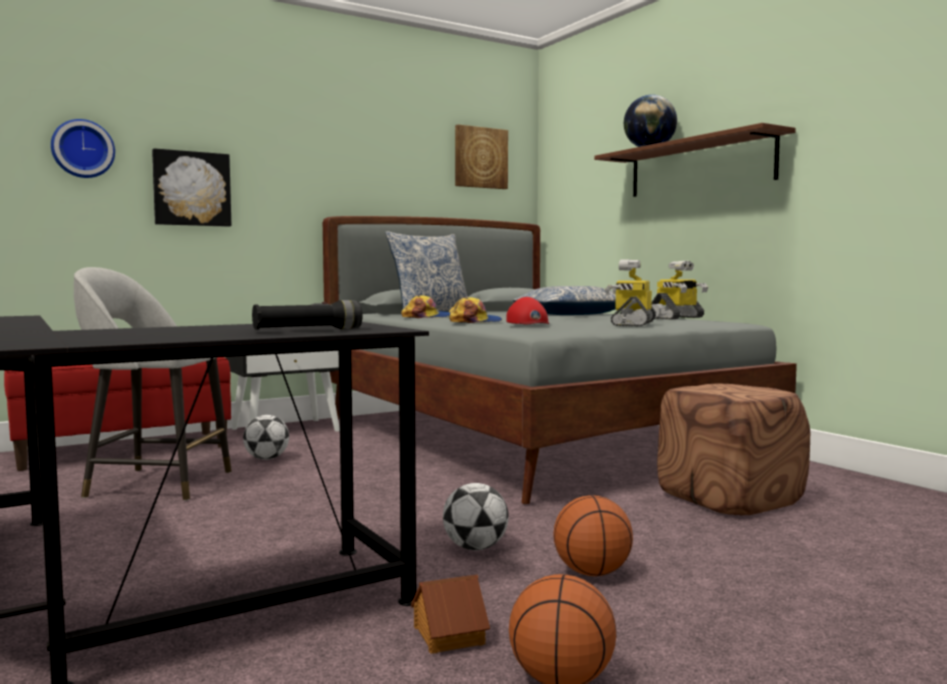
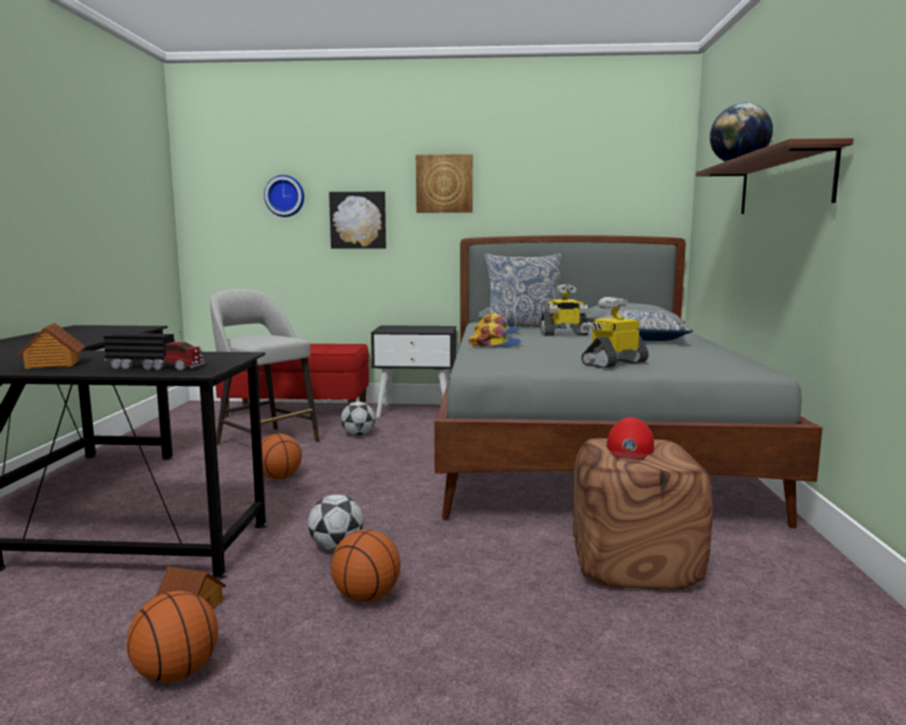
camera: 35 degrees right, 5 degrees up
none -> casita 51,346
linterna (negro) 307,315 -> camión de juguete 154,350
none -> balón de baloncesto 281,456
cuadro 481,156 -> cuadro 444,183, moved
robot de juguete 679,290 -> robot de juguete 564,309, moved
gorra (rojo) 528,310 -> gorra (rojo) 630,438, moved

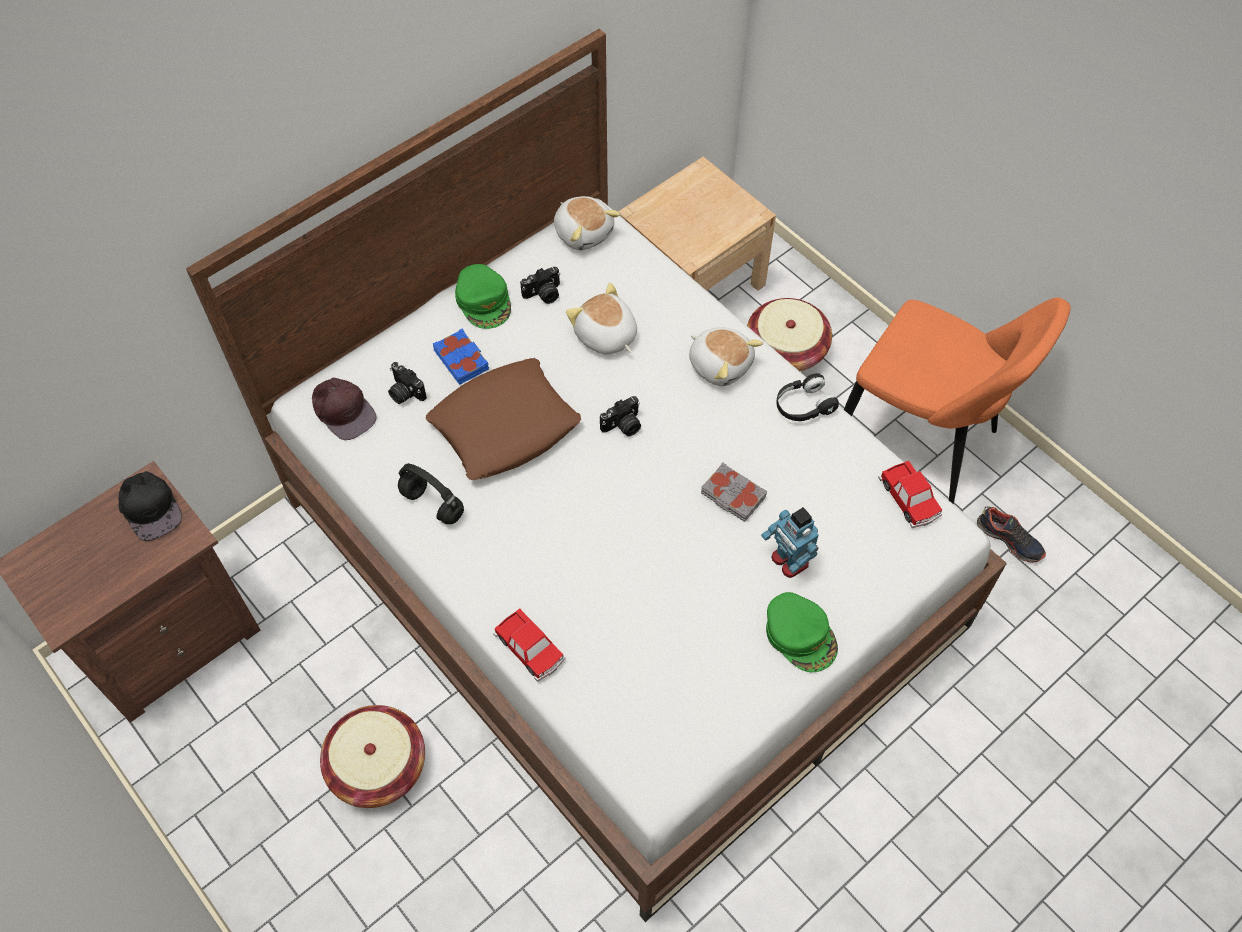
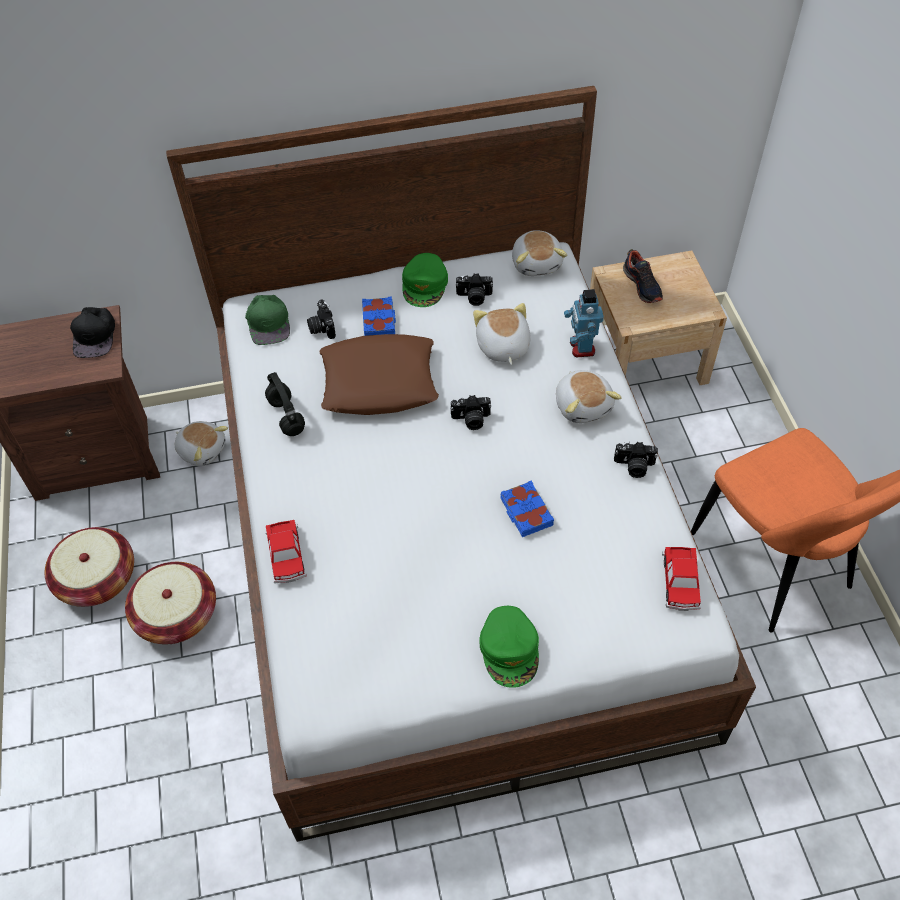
camera: 30 degrees right, 5 degrees down
cesta 789,334 -> cesta 89,567, moved
none -> peluche 201,443
gorra (marrón) 344,409 -> gorra (verde) 267,320
libro (gris) 734,492 -> libro (azul) 527,509
robot de juguete 790,542 -> robot de juguete 584,323, moved
auriculares (negro) 807,397 -> cámara 636,460
zapato 1011,534 -> zapato 643,276, moved

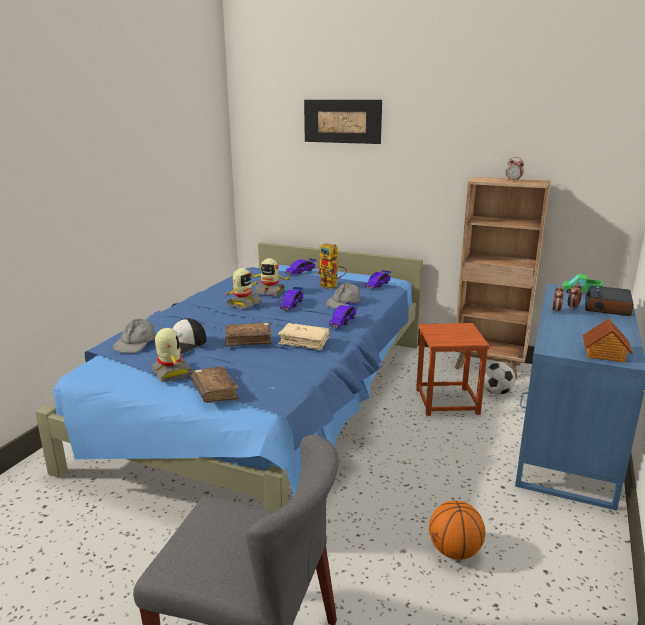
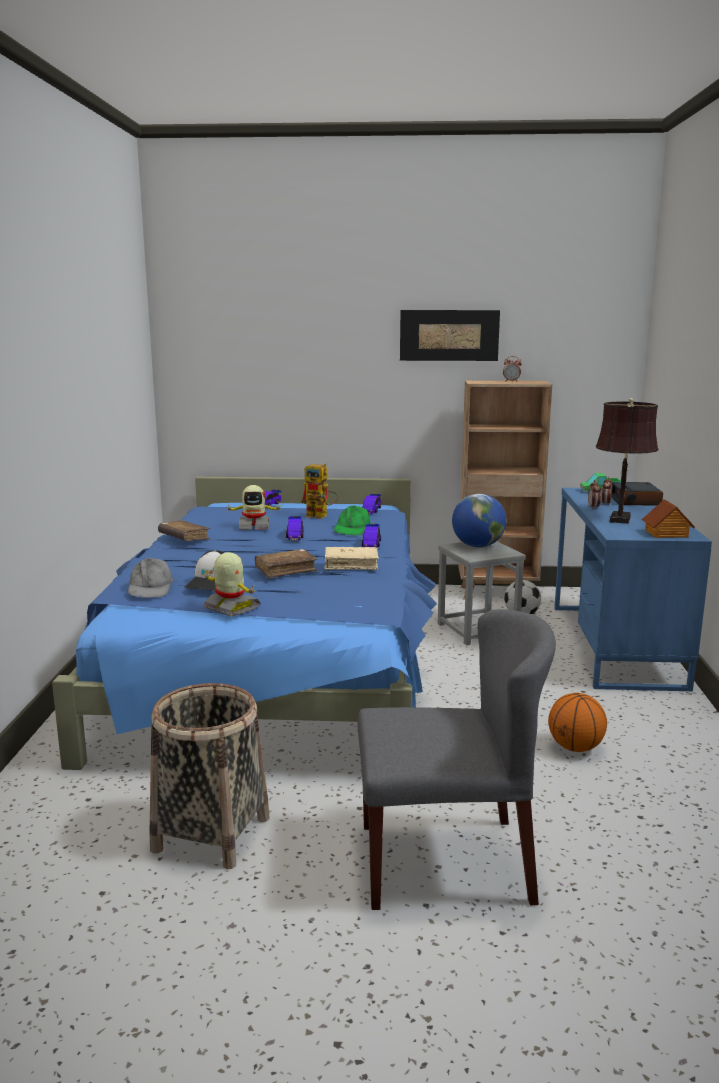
camera: 20 degrees left, 5 degrees down
none -> cesta 209,776
libro (marrón) 214,384 -> libro (marrón) 184,530, moved
gorra (gris) 343,296 -> gorra (verde) 352,520
cuadro 343,122 -> cuadro 450,335, moved
taburete (marrón) 452,369 -> taburete (gris) 482,593
none -> globo terráqueo 479,520
none -> lámpara de mesa (marrón) 627,461
robot de juguete 243,288 -> none

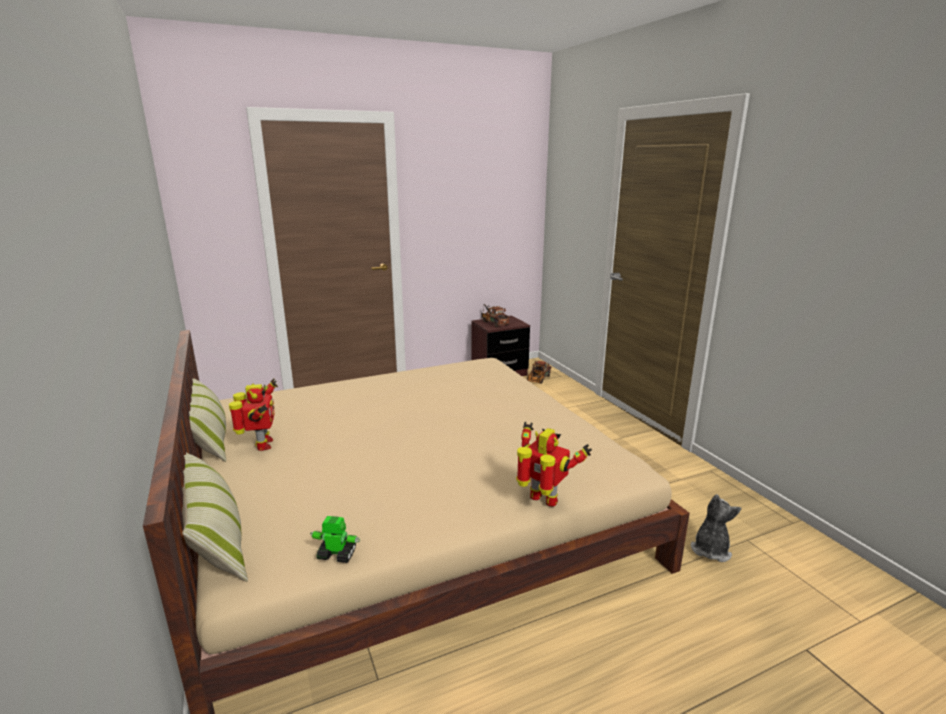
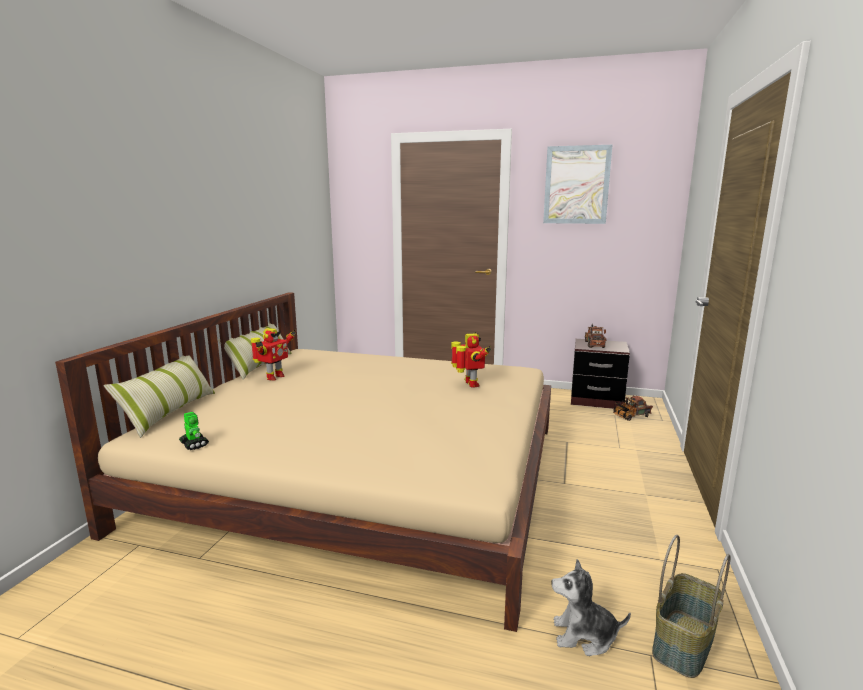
camera: 40 degrees right, 5 degrees down
robot de juguete 554,464 -> robot de juguete 471,360, moved
none -> cuadro 577,184
peluche 716,528 -> peluche 591,607, 150 degrees counterclockwise
none -> cesta 691,606

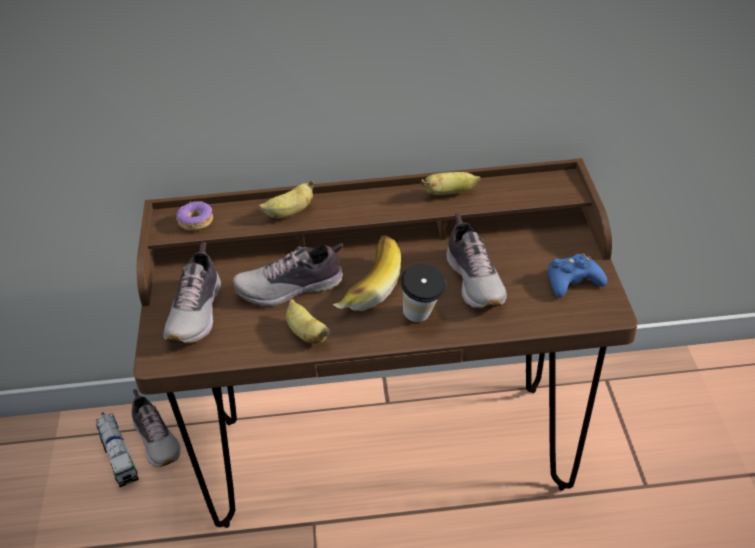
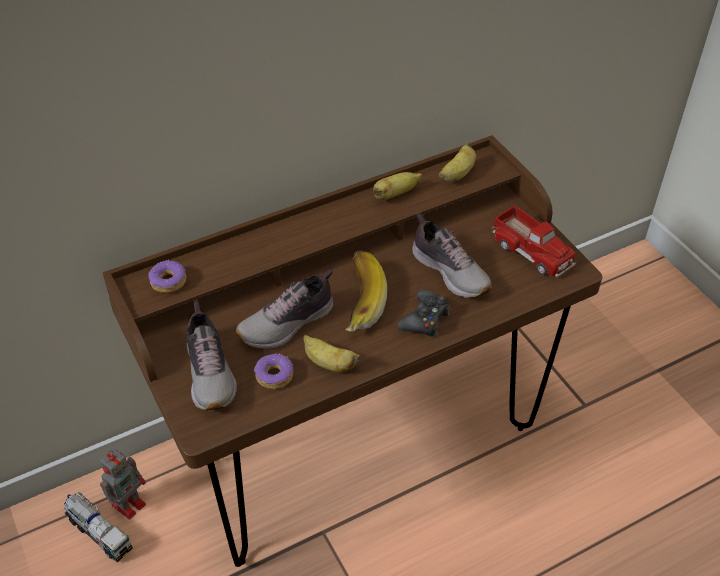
camera: 25 degrees left, 5 degrees up
zapato 156,428 -> robot de juguete 123,484
none -> rosquilla 273,371
taza 423,293 -> mando de consola (negro) 423,313
plátano 286,199 -> plátano 457,161, moved
mando de consola (azul) 577,275 -> camión de juguete 534,242

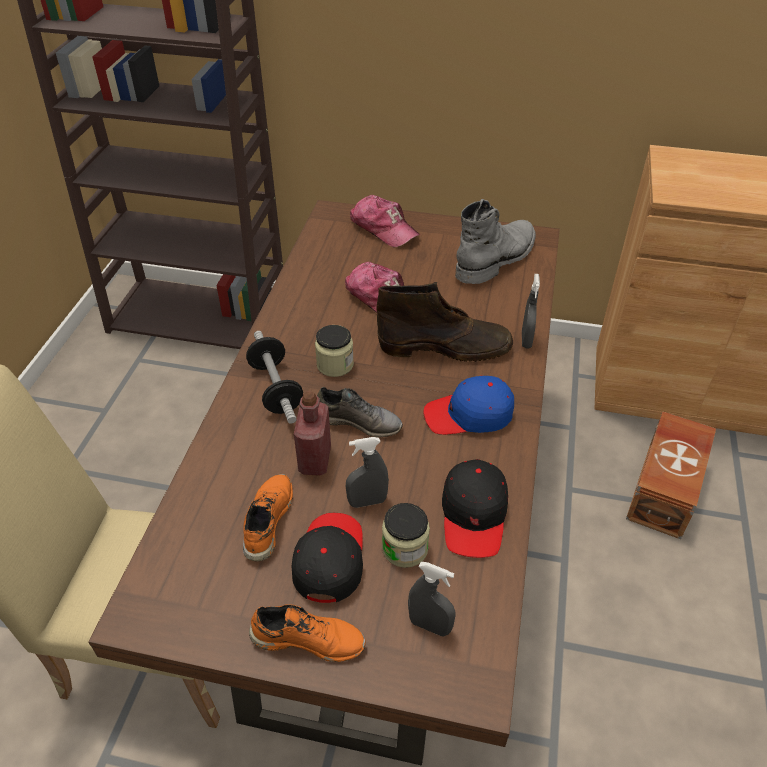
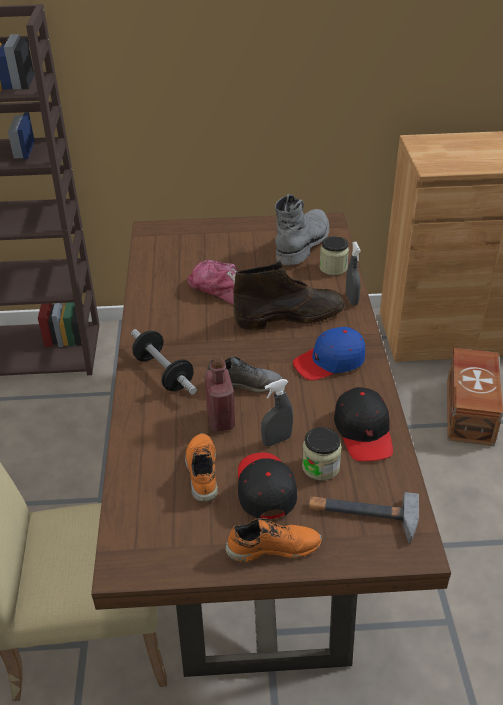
camera: 15 degrees left, 5 degrees down
pulverizador (gris) 431,599 -> martillo 364,517
tarro 334,351 -> tarro 334,255, moved
gorra 385,221 -> none

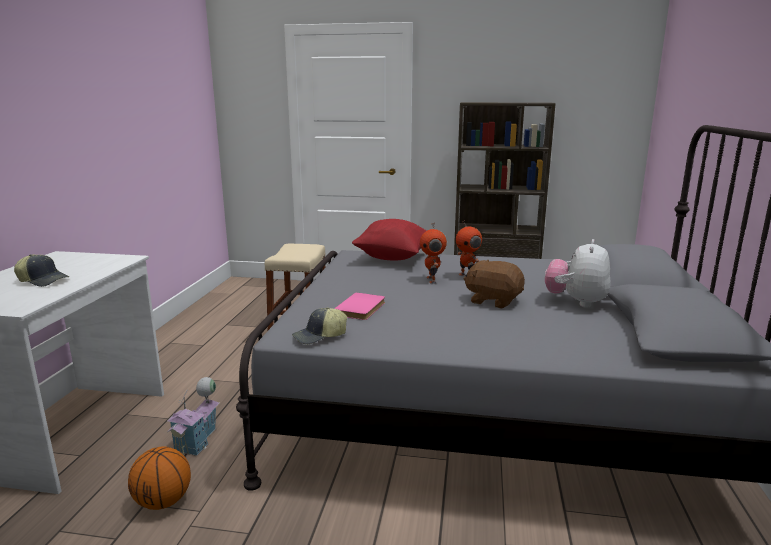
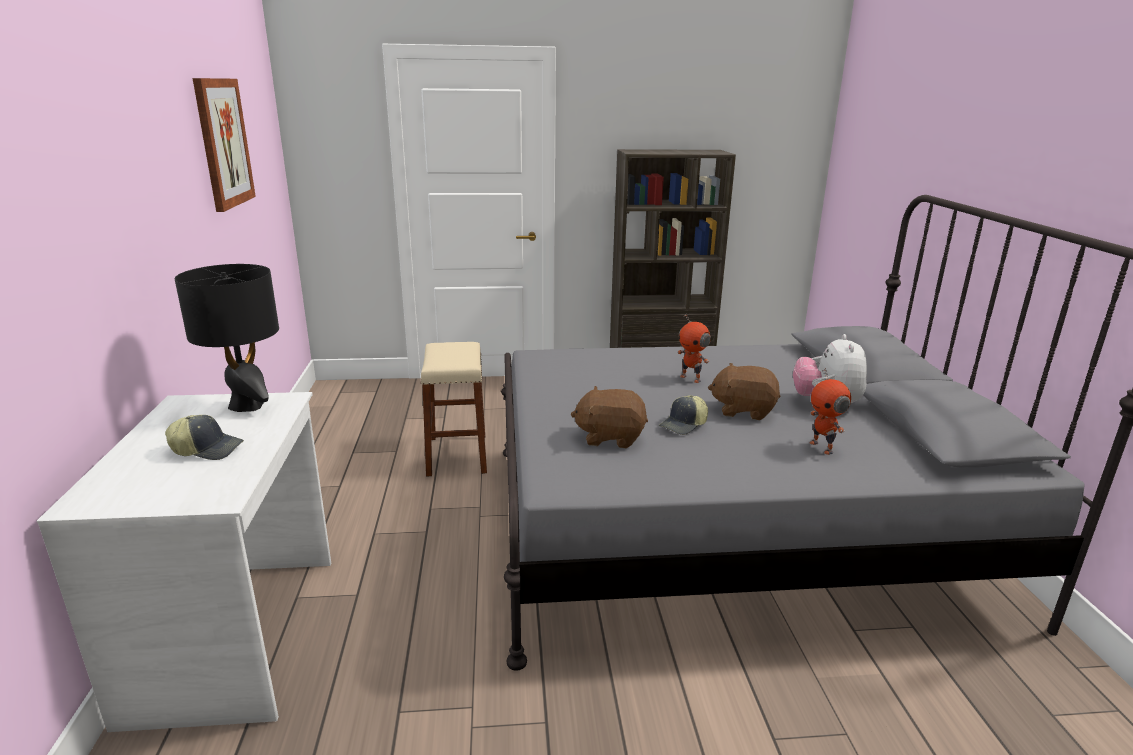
camera: 15 degrees left, 5 degrees up
none -> lámpara de mesa (negro) 227,338
none -> cuadro 224,145
libro (rosa) 359,306 -> peluche (marrón) 609,417
gorra 319,325 -> gorra 683,415, moved
robot de juguete 433,253 -> robot de juguete 830,411, moved
balón de baloncesto 159,478 -> none
casita 193,416 -> none
cojín (rojo) 389,239 -> none

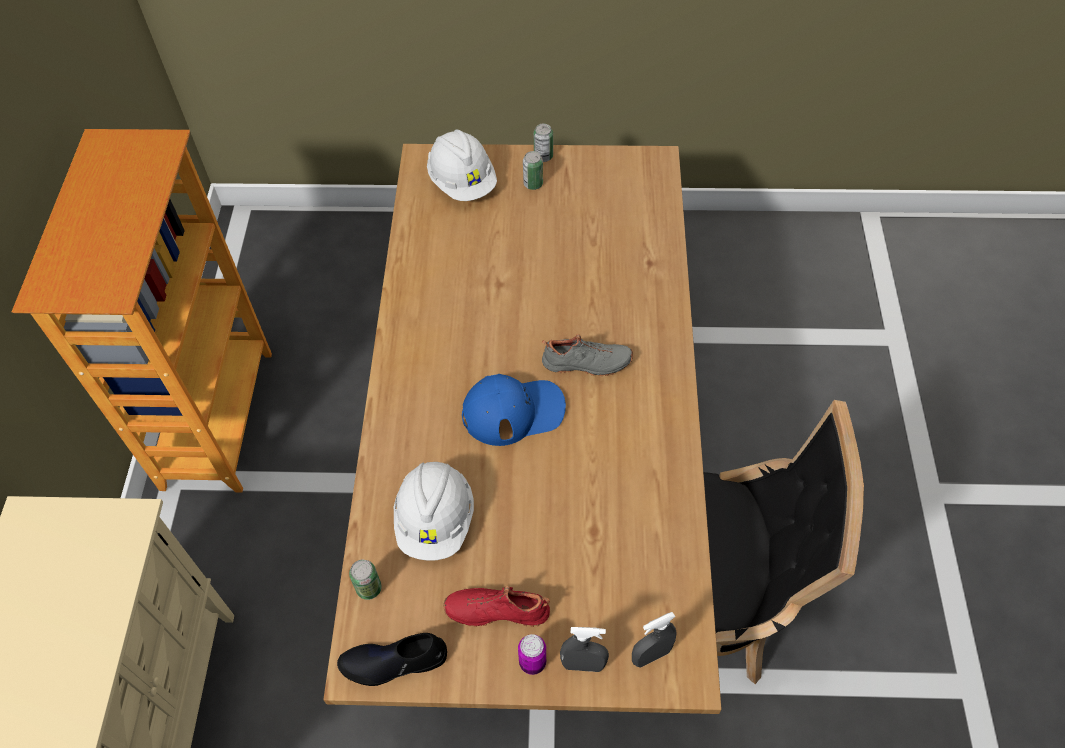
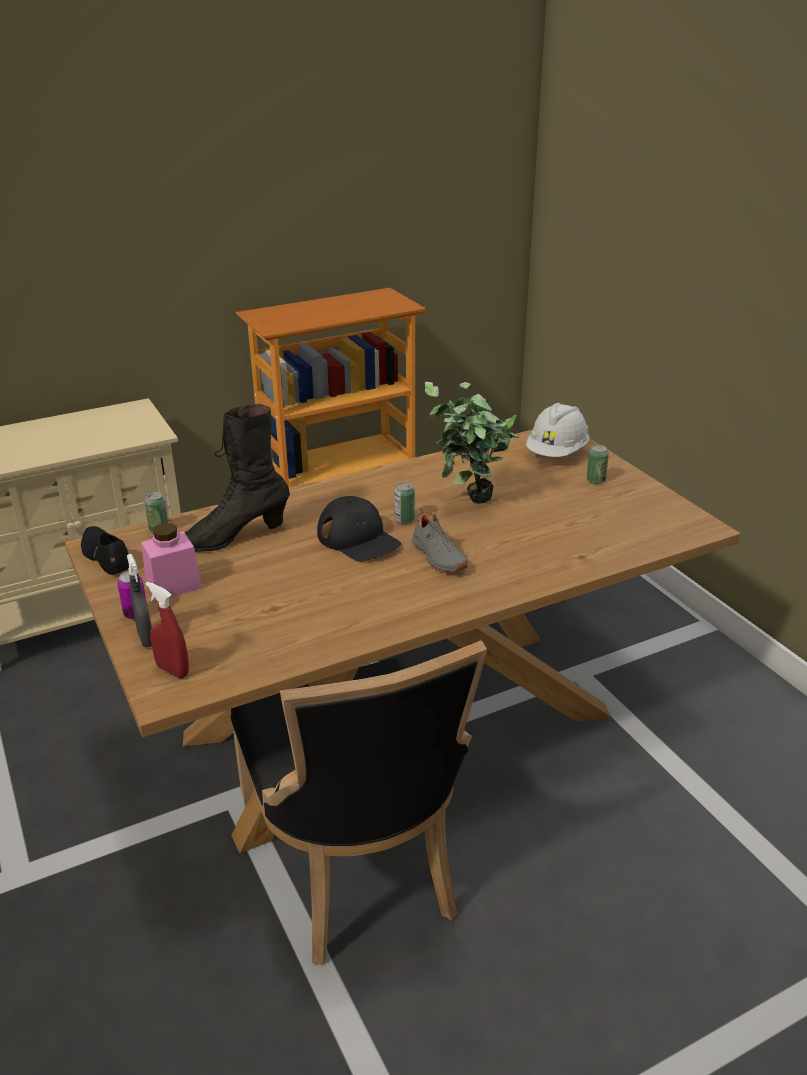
camera: 60 degrees right, 25 degrees down
zapato (rojo) 497,606 -> tarro (rosa) 171,562
pulverizador (gris) 654,640 -> pulverizador (rojo) 167,630
casco (blanco) 434,511 -> bota (negro) 237,478
gorra (azul) 514,410 -> gorra (negro) 359,529
lata 543,143 -> lata 404,503, moved
none -> planta en maceta 473,443

